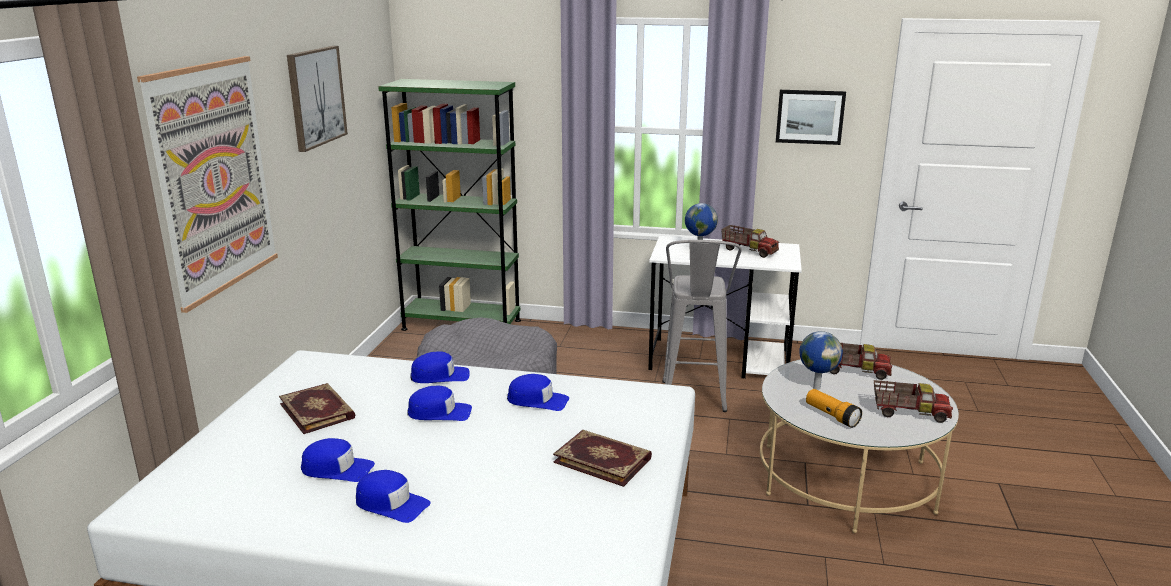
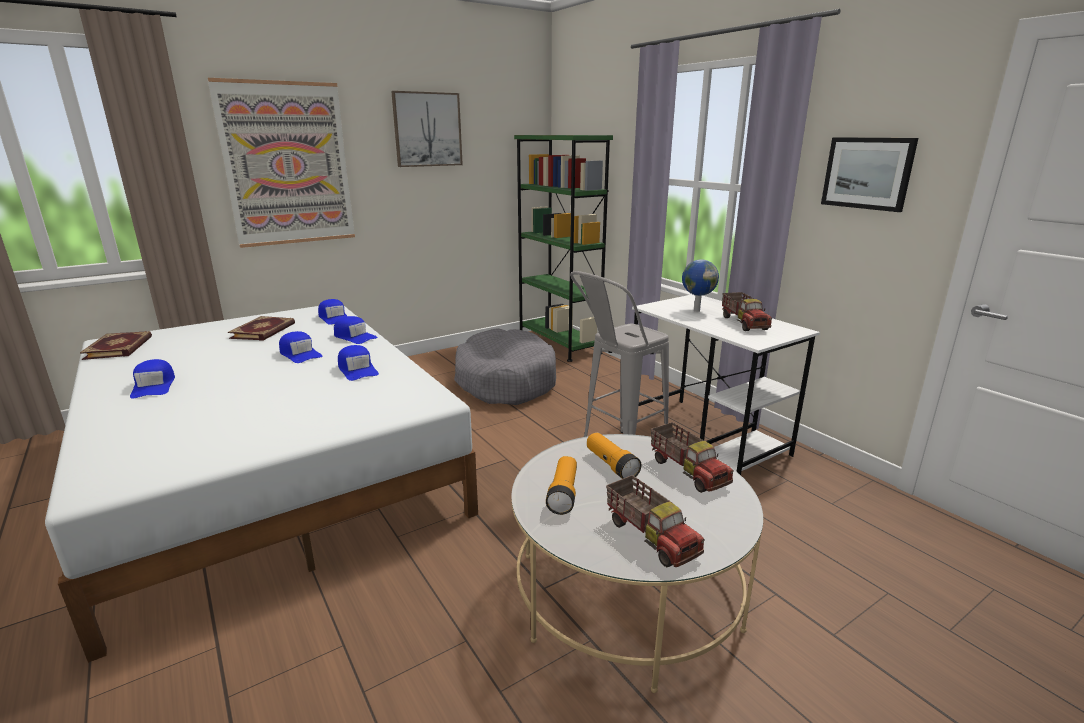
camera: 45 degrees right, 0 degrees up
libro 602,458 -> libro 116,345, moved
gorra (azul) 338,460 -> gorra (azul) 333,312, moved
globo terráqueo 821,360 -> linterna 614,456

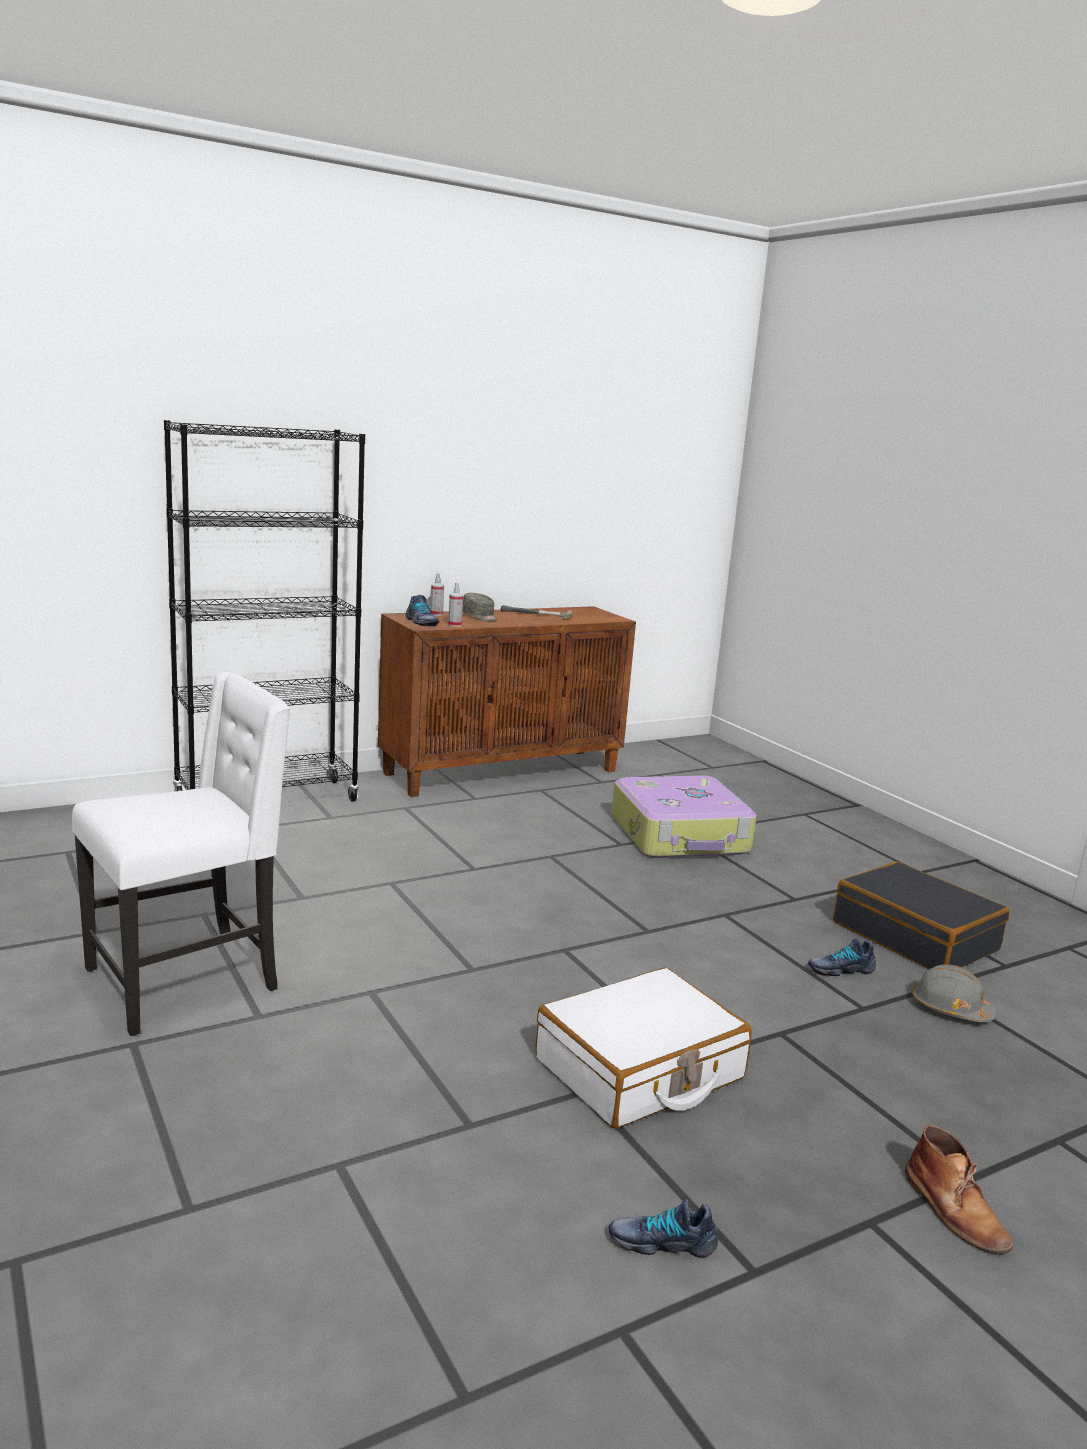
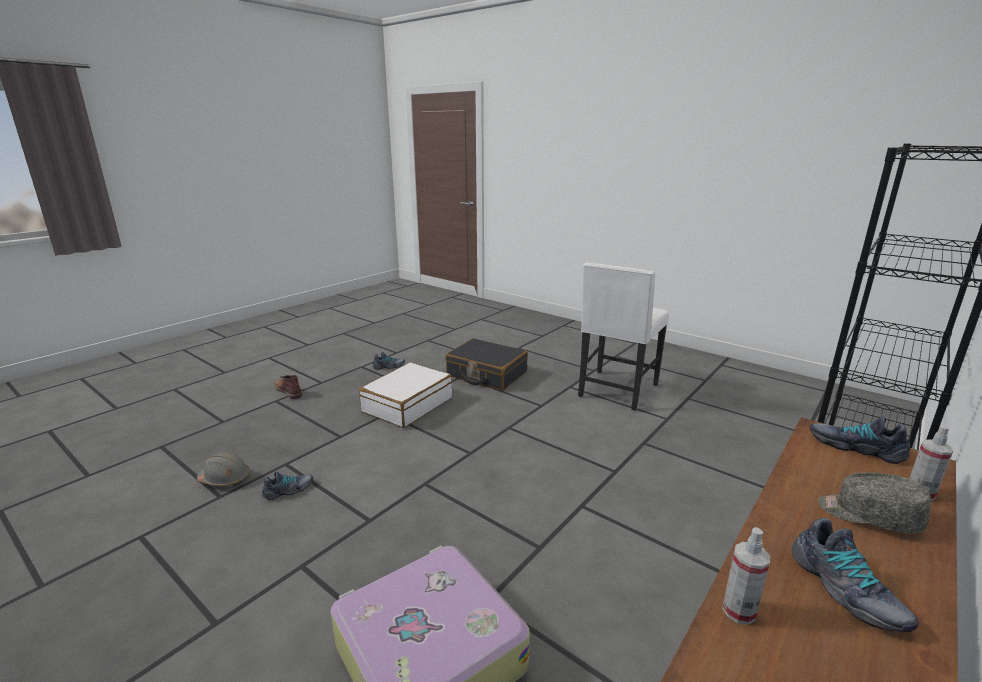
camera: 160 degrees right, 5 degrees up
maleta (negro) 921,915 -> maleta (negro) 486,364, moved
pulverizador 455,604 -> pulverizador 746,576, moved
martillo 537,612 -> zapato 855,575

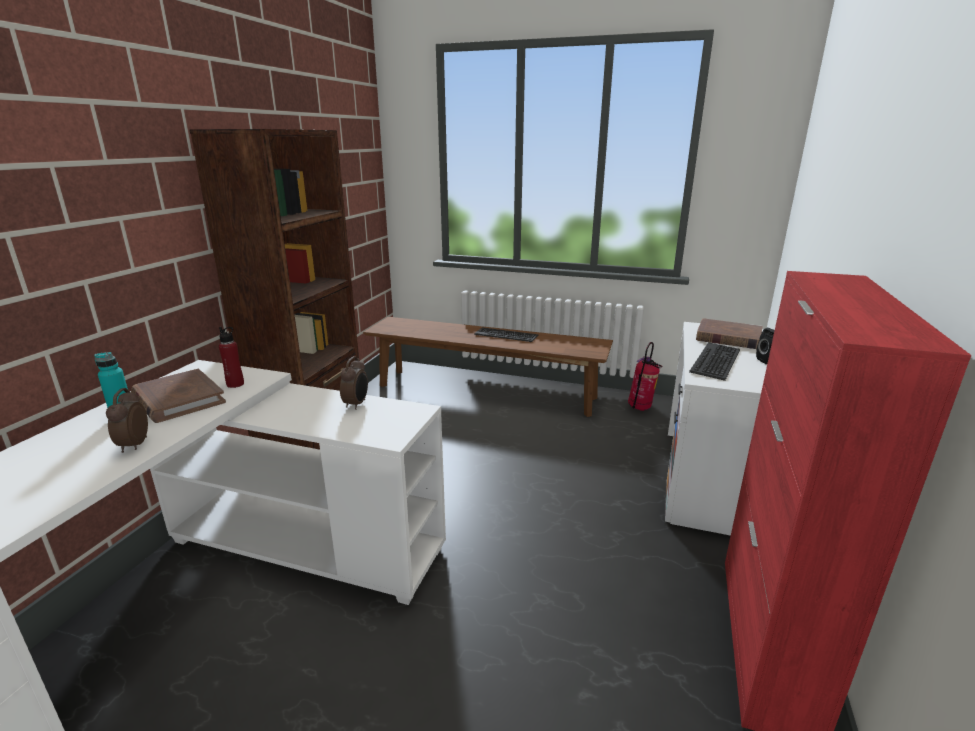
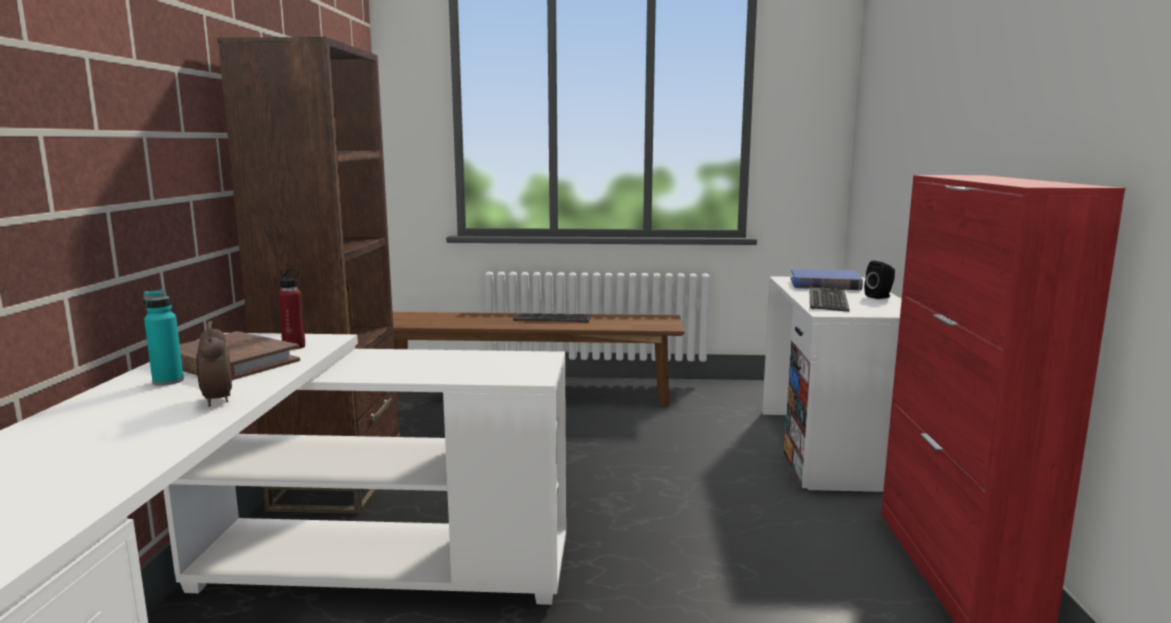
camera: 15 degrees left, 10 degrees down
libro (marrón) 729,333 -> libro (azul) 827,279
despertador 354,383 -> none
extintor 645,376 -> none

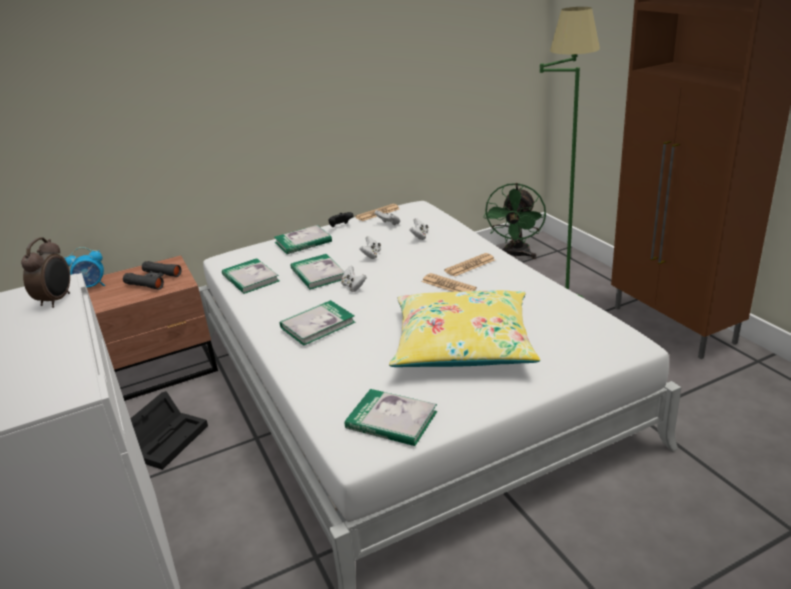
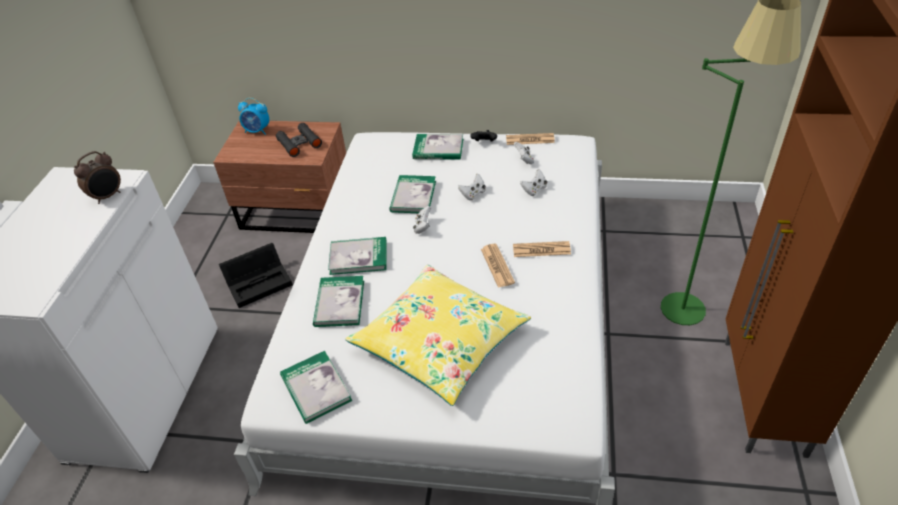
camera: 35 degrees right, 15 degrees up
libro 250,276 -> libro 338,301, moved
ventilador (verde) 514,221 -> none

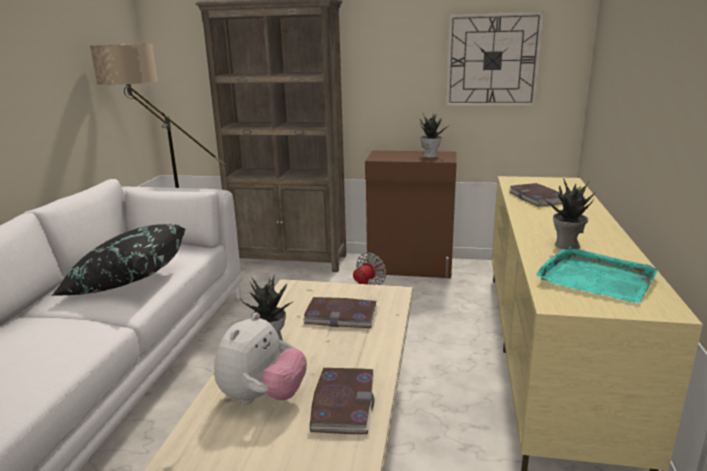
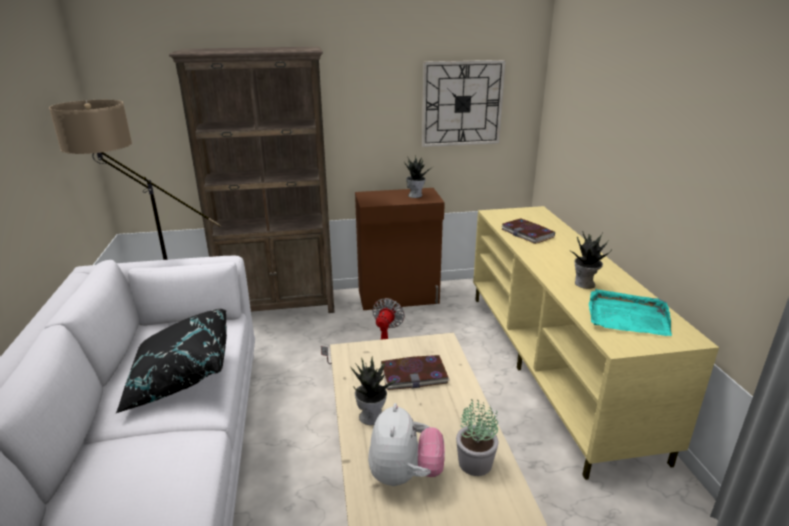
camera: 20 degrees left, 5 degrees up
libro 342,401 -> planta en maceta 477,437

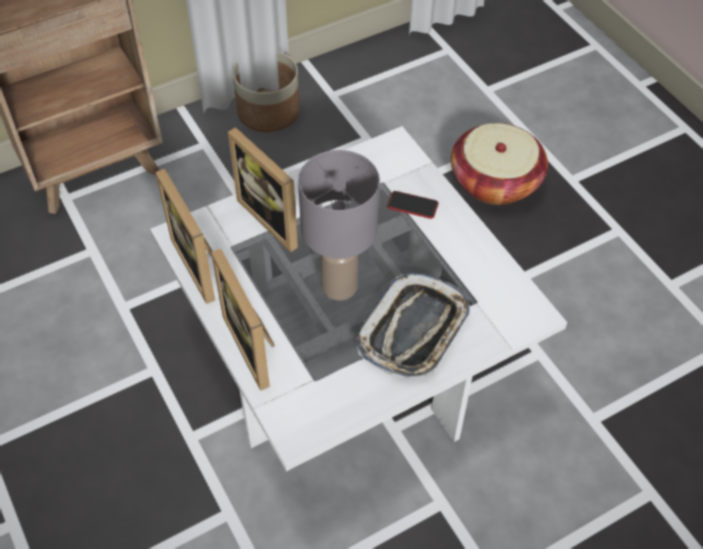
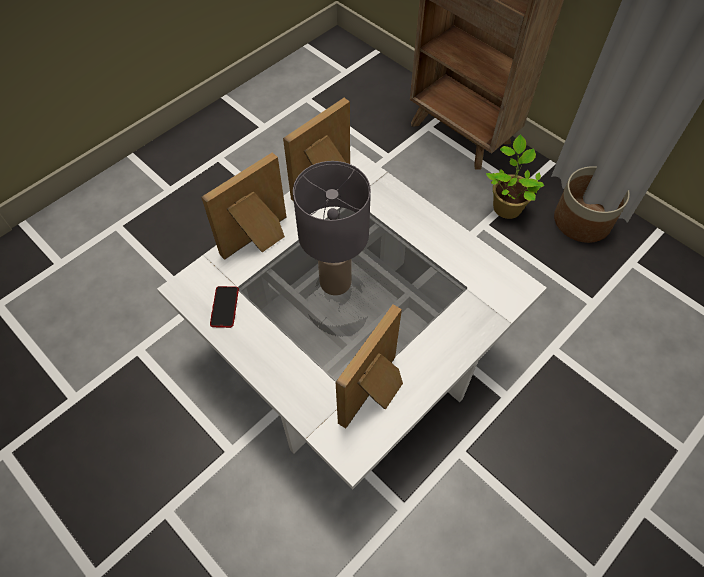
camera: 75 degrees right, 5 degrees up
móvil 413,205 -> móvil 224,307, moved
portarretratos 263,189 -> portarretratos 369,367, moved
none -> planta en maceta 515,177
bandeja 413,325 -> none
cesta 499,164 -> none

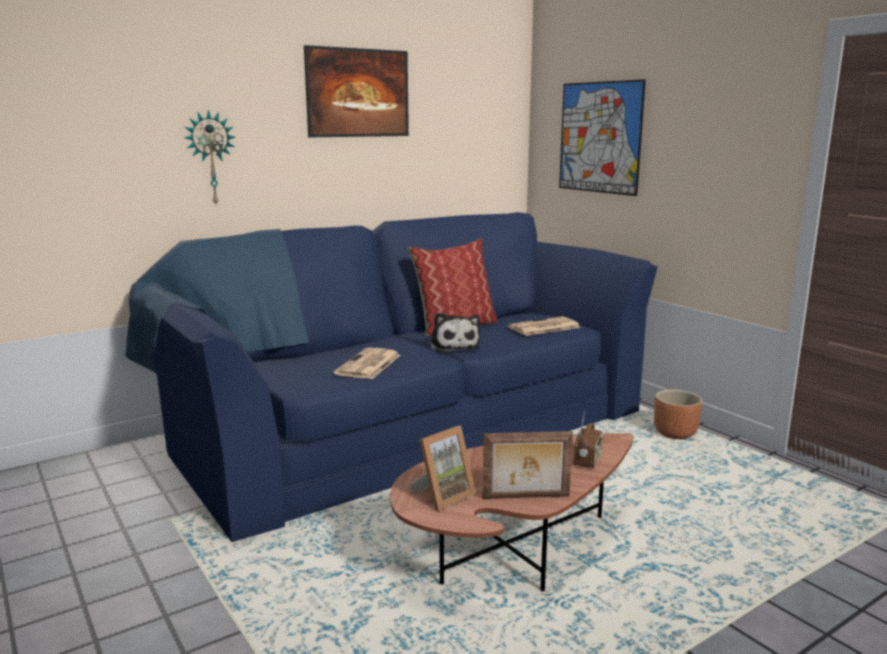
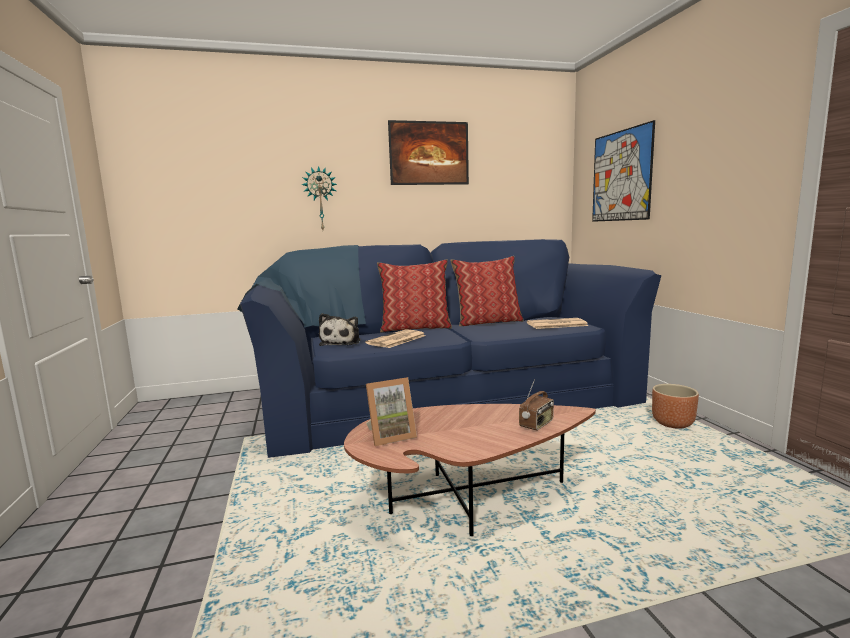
camera: 20 degrees right, 5 degrees down
peluche 455,333 -> peluche 340,329, moved
none -> cojín 414,296
portarretratos 528,465 -> none

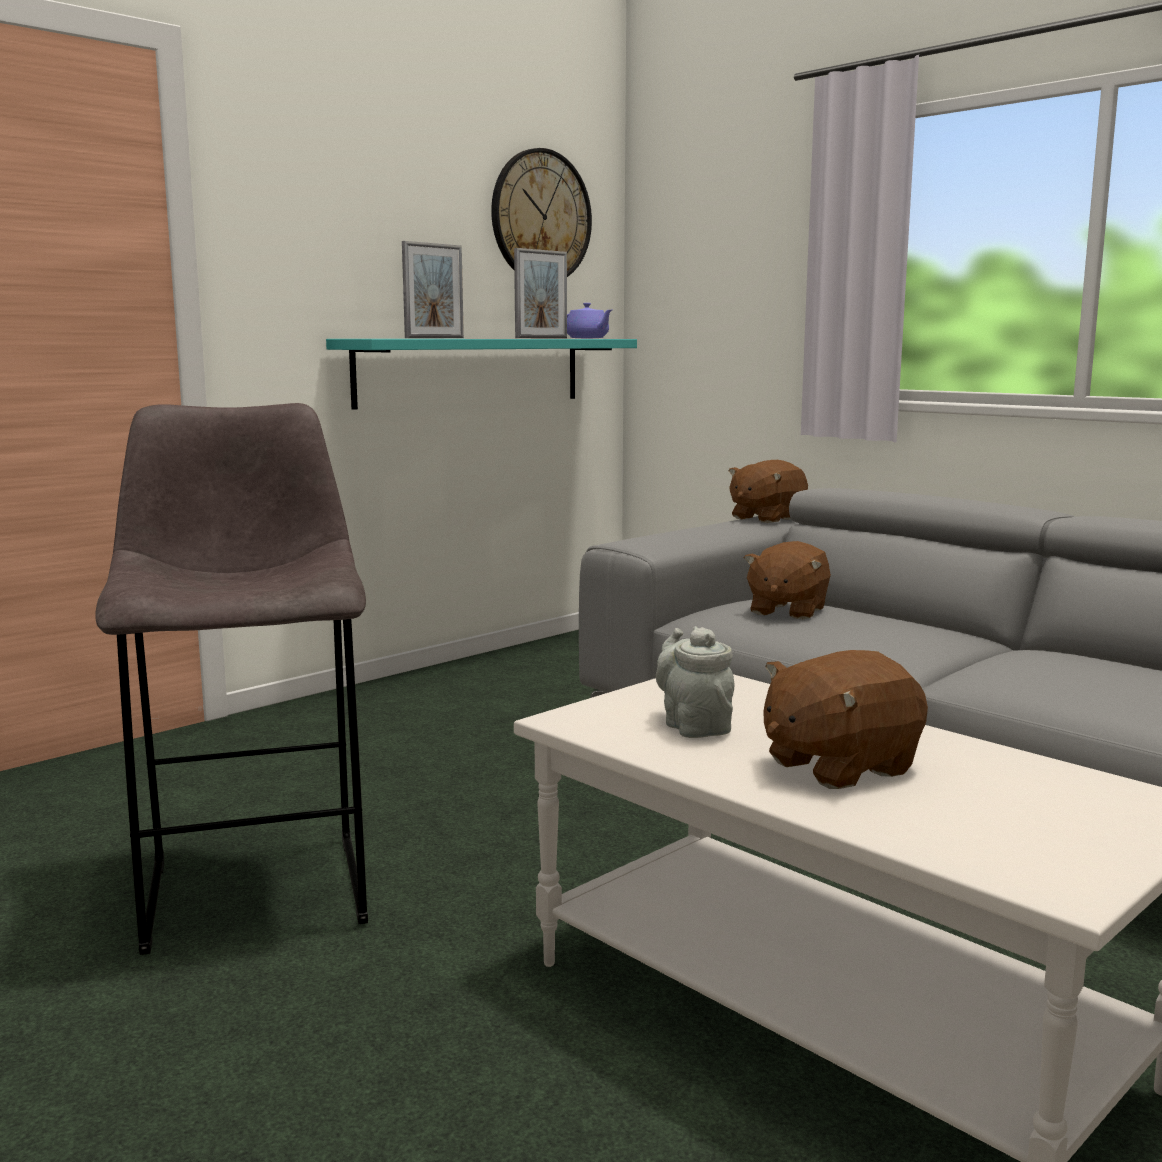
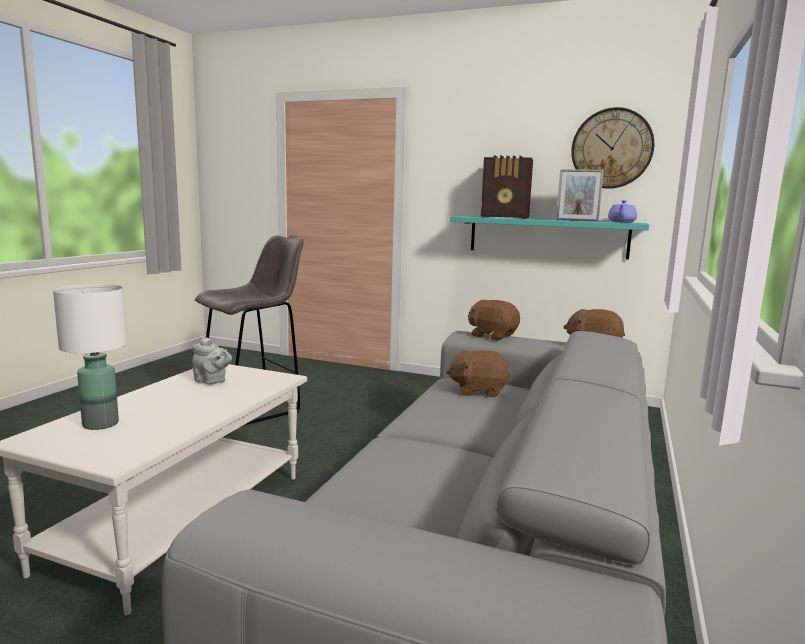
camera: 65 degrees right, 0 degrees up
none -> lámpara de mesa (blanco) 90,357
tetera (gris) 695,682 -> tetera (gris) 212,361, 75 degrees clockwise
peluche (marrón) 846,719 -> peluche (marrón) 494,320, moved
portarretratos 433,289 -> radio 507,187

